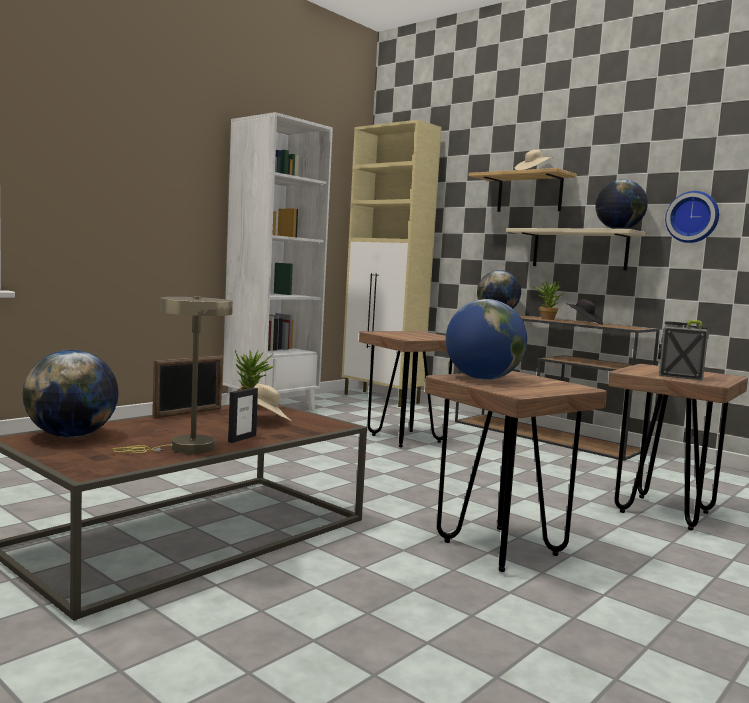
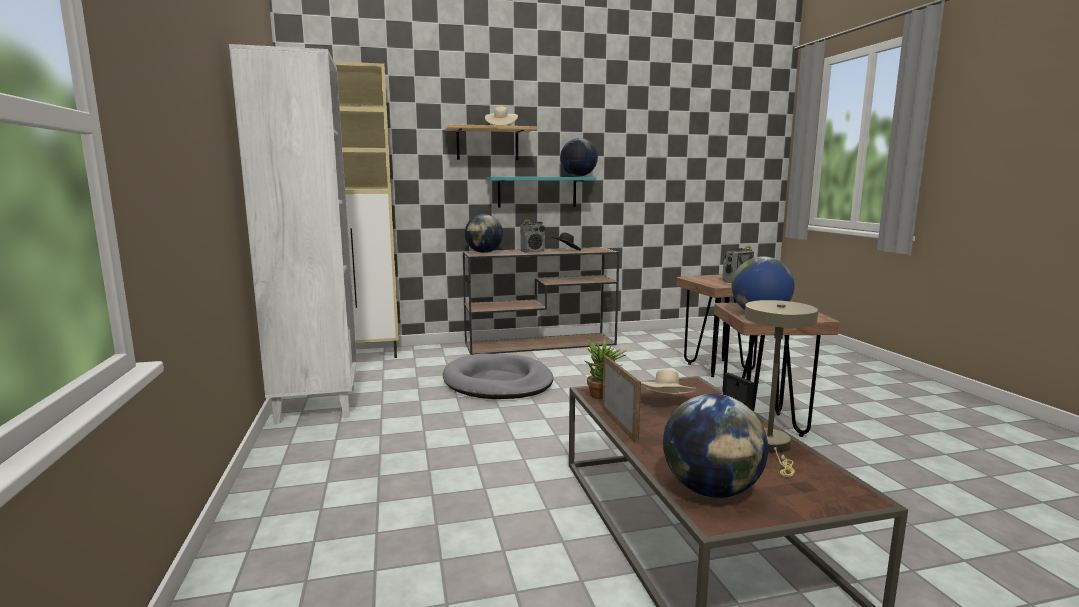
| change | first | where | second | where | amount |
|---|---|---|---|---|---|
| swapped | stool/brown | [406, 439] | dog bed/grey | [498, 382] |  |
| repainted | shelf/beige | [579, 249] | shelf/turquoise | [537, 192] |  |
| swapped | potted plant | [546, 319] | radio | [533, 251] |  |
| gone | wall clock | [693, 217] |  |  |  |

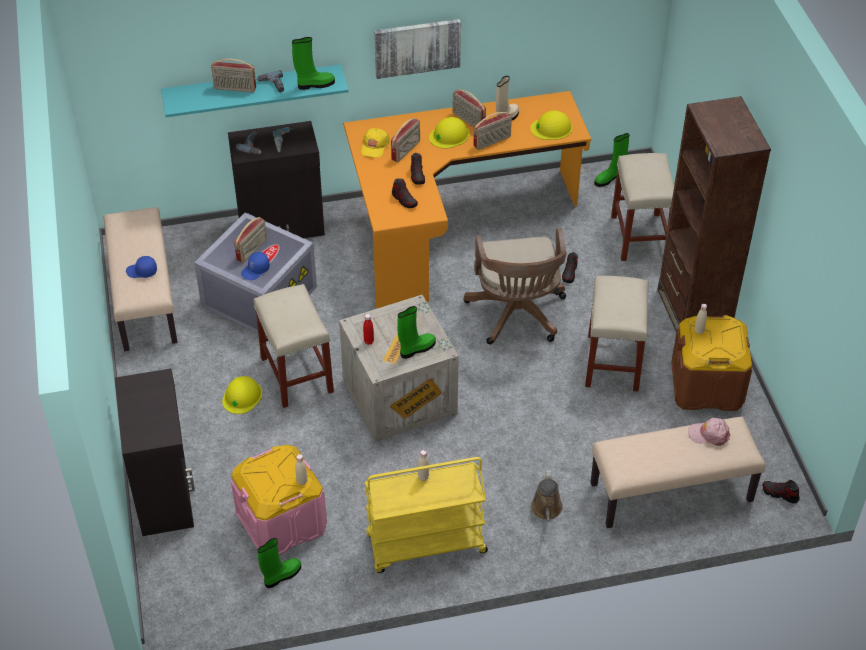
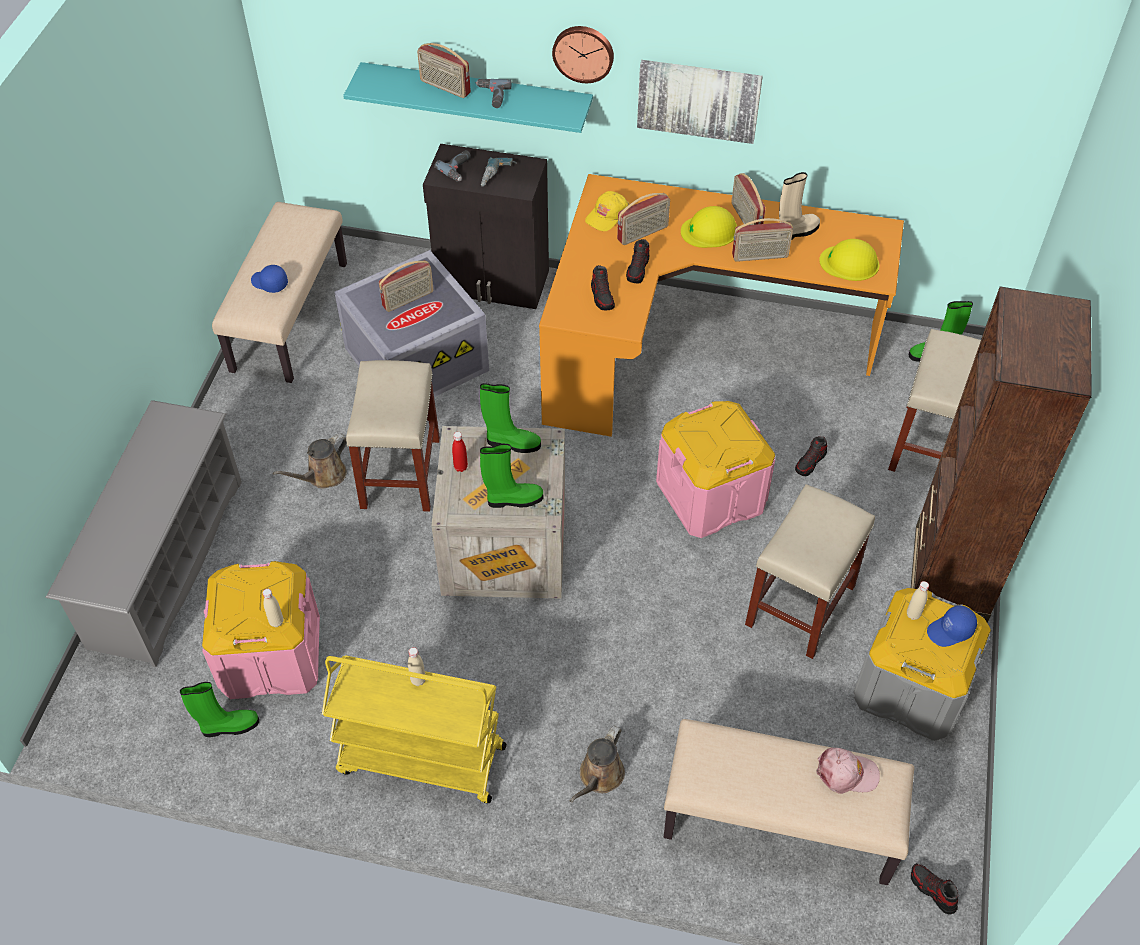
| change | first | where | second | where | amount |
|---|---|---|---|---|---|
| swapped | cabinet/black | [165, 492] | shoe rack/grey | [166, 563] |  |
| swapped | hard hat/yellow | [242, 396] | watering can/brown | [323, 476] |  |
| shifted | cap/blue | [255, 270] |  | [950, 631] |  |
| shifted | boot/green | [315, 84] |  | [512, 443] |  |
| swapped | office chair/brown | [517, 316] | storage box/pink | [710, 495] |  |
| repainted | storage box/brown | [706, 386] | storage box/grey | [911, 687] |  |
| rotated | cap/pink | [709, 434] |  | [846, 773] | 150 degrees clockwise |
| new |  |  | wall clock | [583, 52] |  |

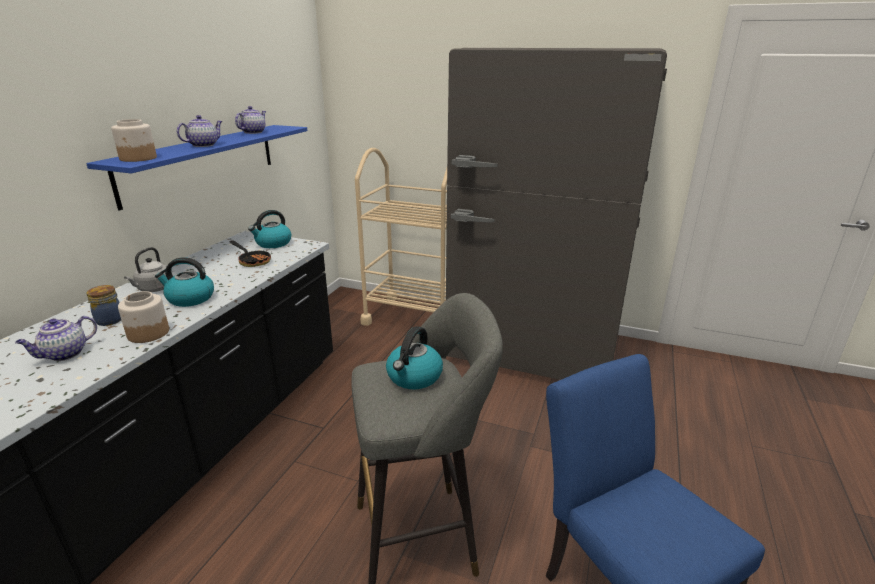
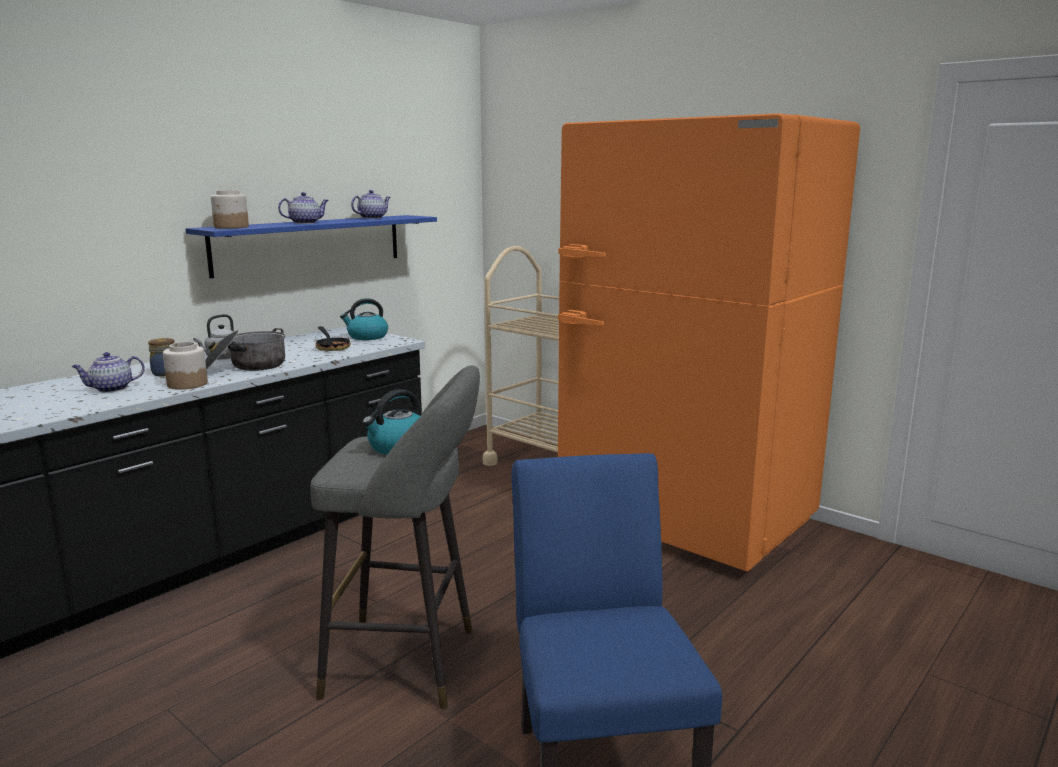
| change | first | where | second | where | amount |
|---|---|---|---|---|---|
| swapped | kettle | [190, 298] | cooking pot | [245, 367] |  |
| repainted | fridge/grey | [533, 349] | fridge/orange | [685, 519] |  |

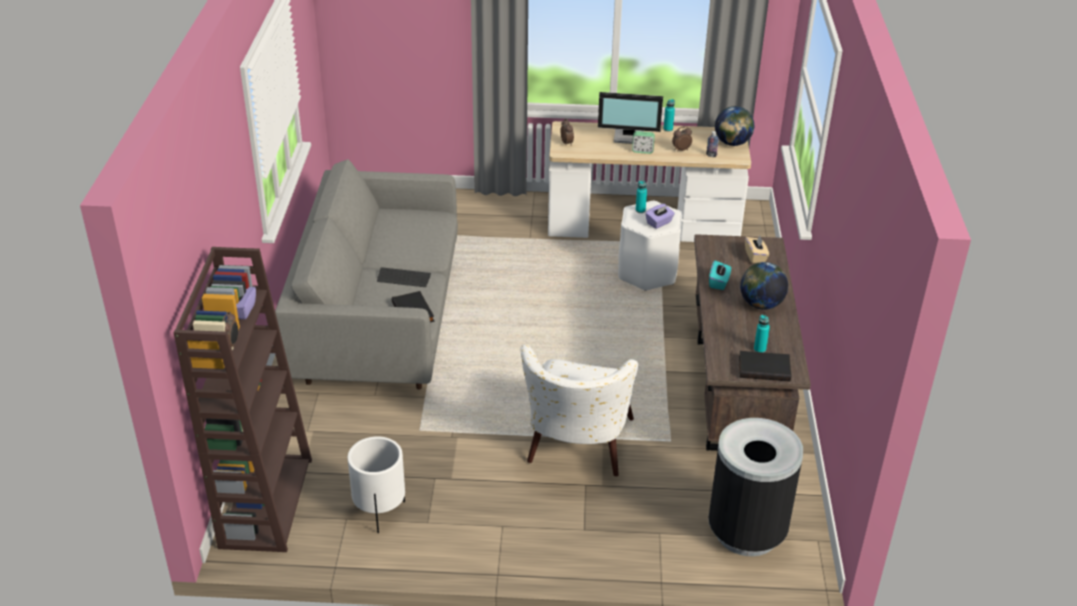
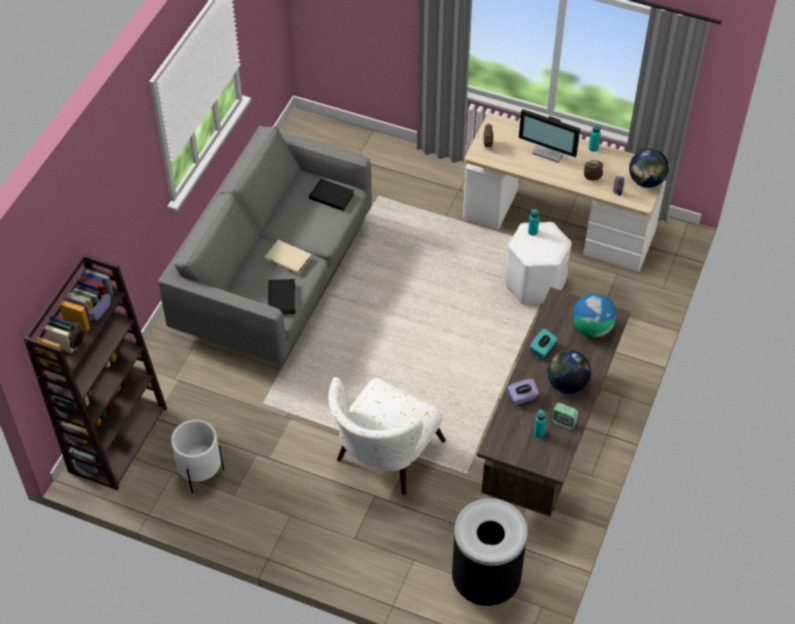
| change | first | where | second | where | amount |
|---|---|---|---|---|---|
| swapped | keyboard | [403, 278] | book/beige | [289, 259] |  |
| shifted | alarm clock | [642, 150] |  | [564, 422] |  |
| shifted | tissue box/purple | [659, 223] |  | [522, 397] |  |
| shifted | book/black | [764, 368] |  | [332, 196] |  |
| swapped | tissue box/beige | [755, 256] | globe | [592, 328] |  |

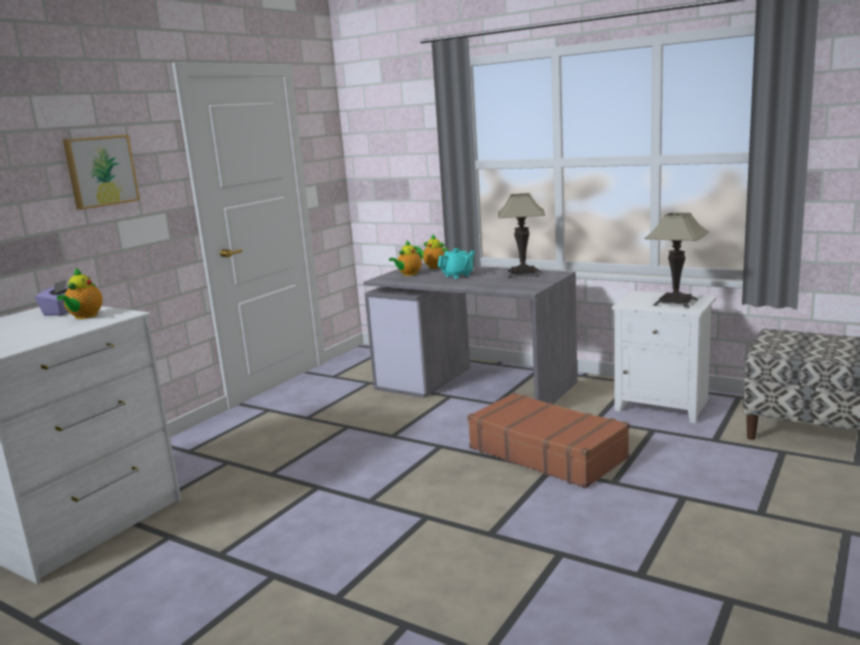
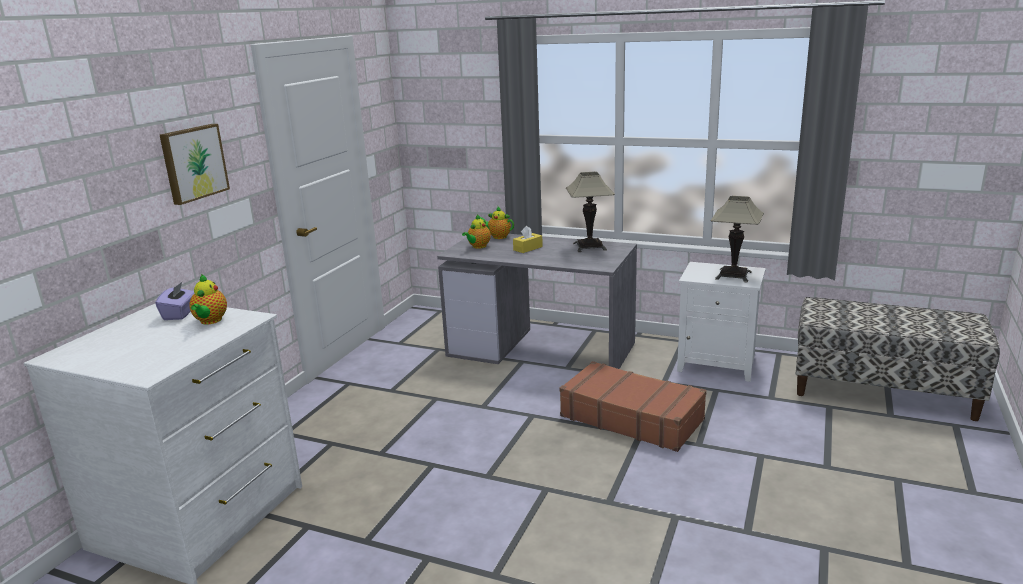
| change | first | where | second | where | amount |
|---|---|---|---|---|---|
| swapped | teapot/turquoise | [458, 275] | tissue box/yellow | [528, 248] |  |

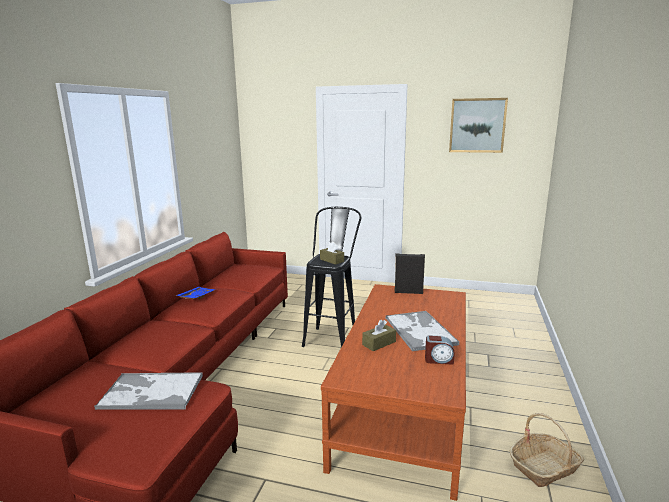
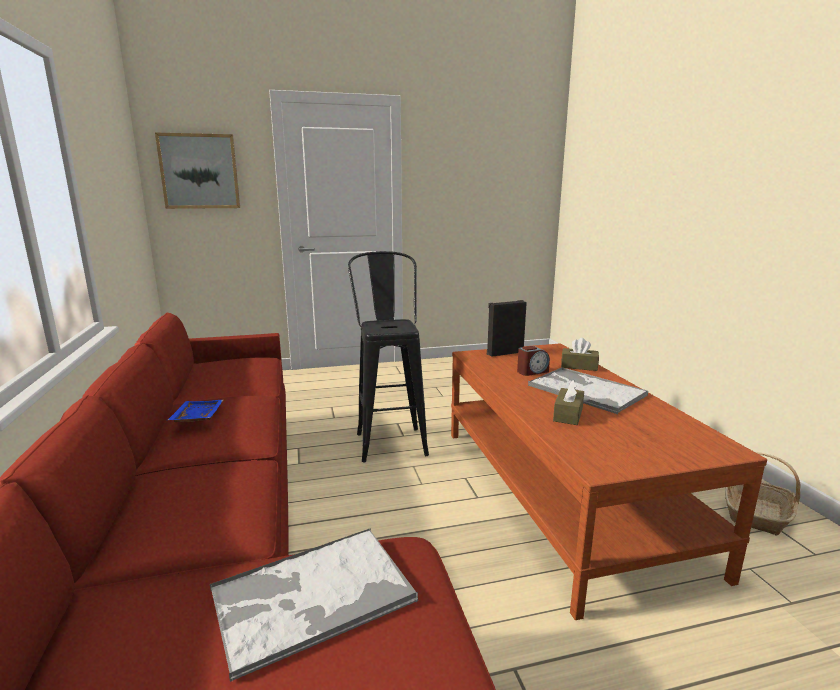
| change | first | where | second | where | amount |
|---|---|---|---|---|---|
| shifted | tissue box/brown | [332, 260] |  | [579, 366] |  |
| shifted | alarm clock | [439, 360] |  | [532, 372] |  |
| shifted | picture | [477, 125] |  | [199, 171] |  |

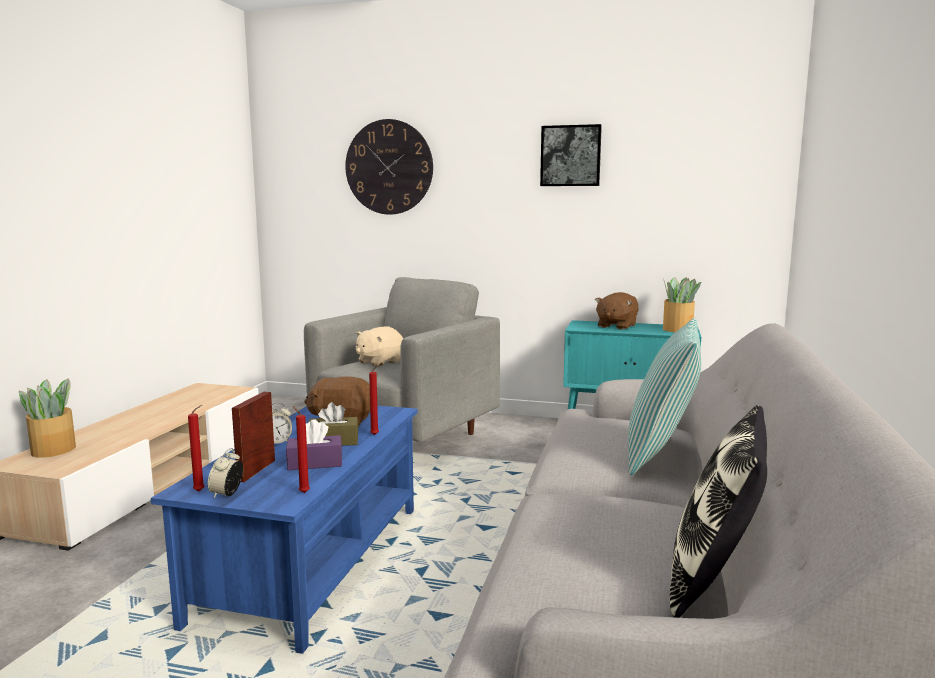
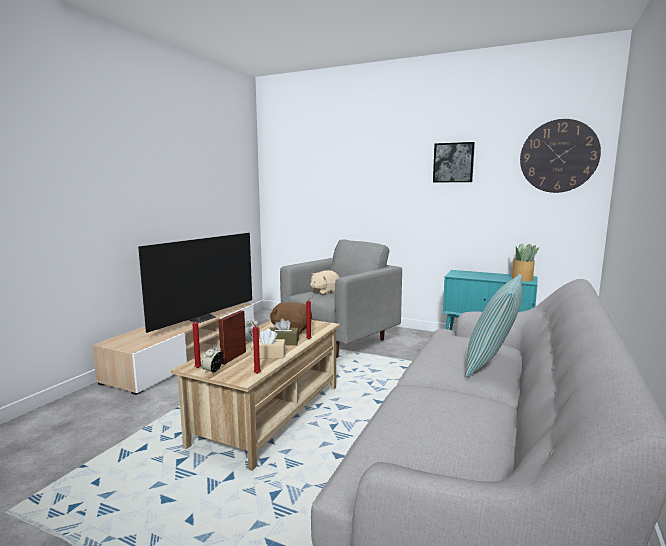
| change | first | where | second | where | amount |
|---|---|---|---|---|---|
| gone | potted plant | [54, 449] |  |  |  |
| repainted | coffee table/blue | [313, 563] | coffee table/beige | [270, 415] |  |
| repainted | tissue box/purple | [315, 463] | tissue box/beige | [268, 355] |  |
| shifted | wall clock | [389, 167] |  | [558, 156] |  |
| gone | plush toy/brown | [616, 326] |  |  |  |
| gone | pillow | [713, 578] |  |  |  |
| new |  |  | television | [201, 318] |  |

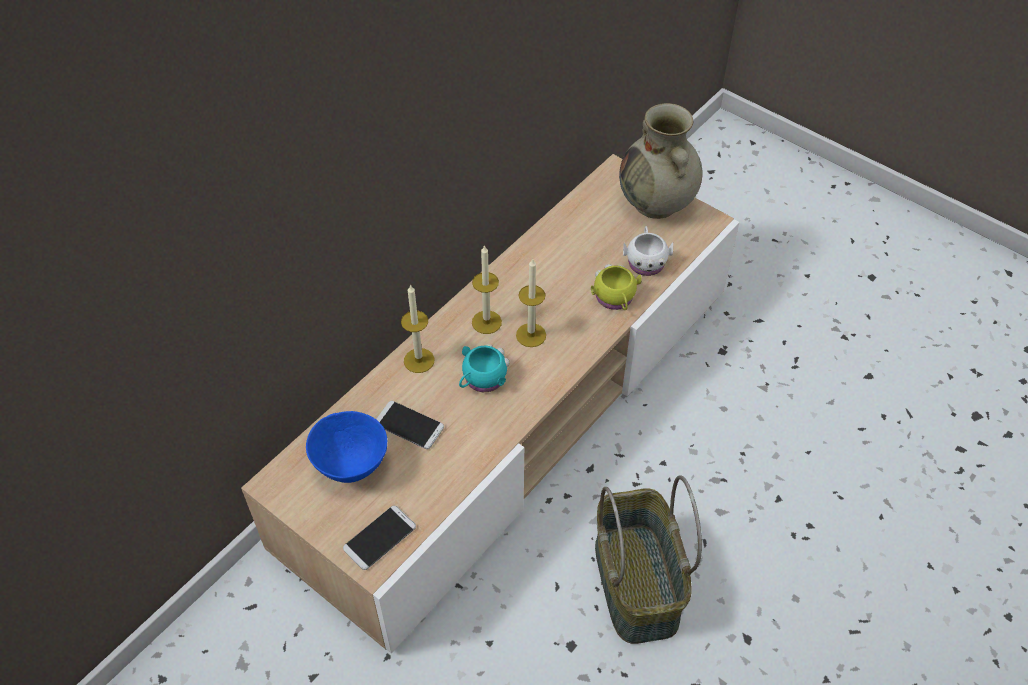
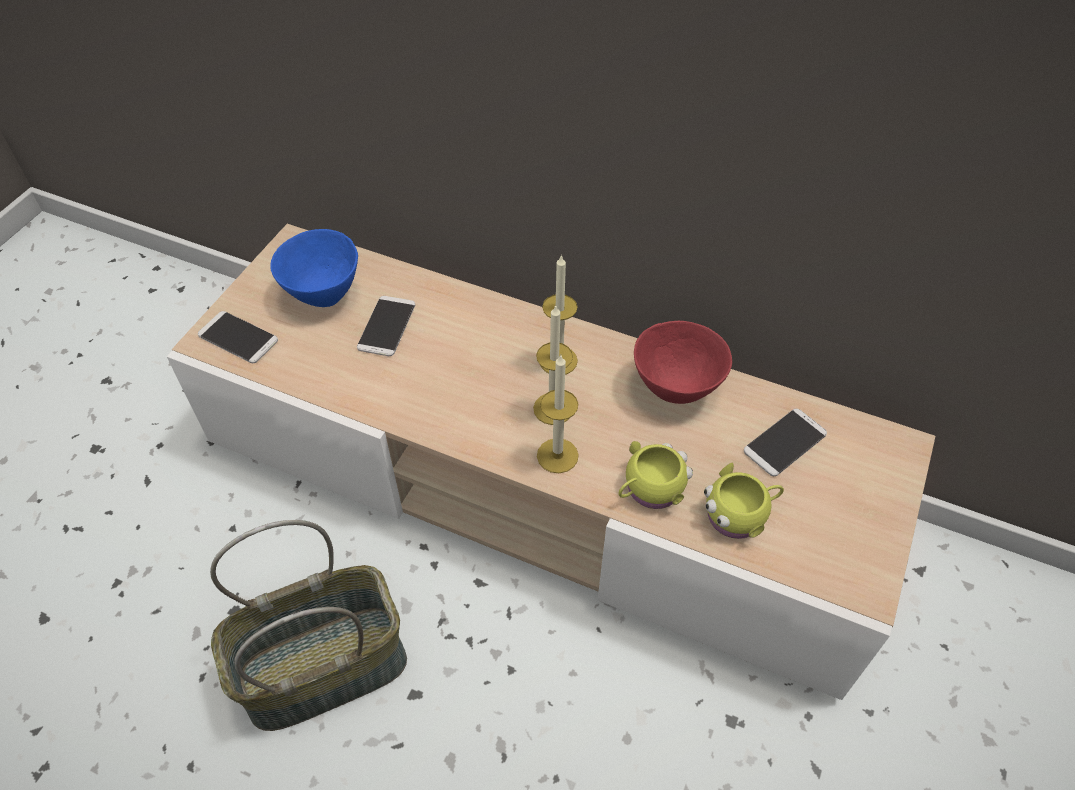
| change | first | where | second | where | amount |
|---|---|---|---|---|---|
| shifted | candle | [419, 360] |  | [557, 455] |  |
| gone | mug/turquoise | [482, 380] |  |  |  |
| gone | vase/beige | [657, 204] |  |  |  |
| repainted | mug/white | [645, 260] | mug/yellow | [739, 514] |  |
| new |  |  | bowl/red | [675, 389] |  |
| new |  |  | phone | [785, 442] |  |

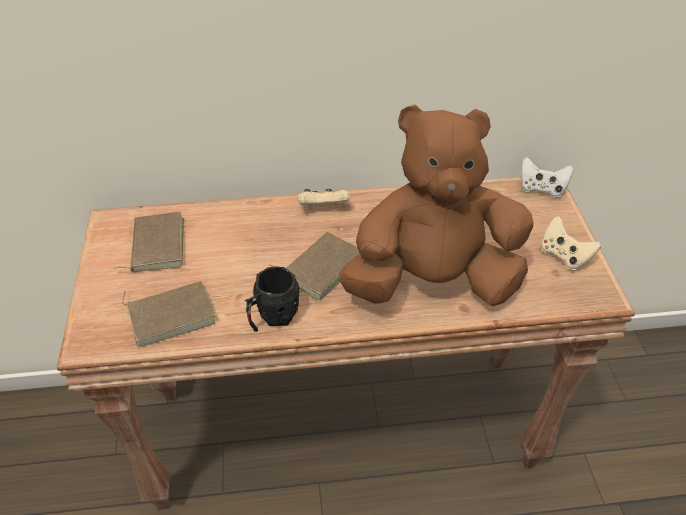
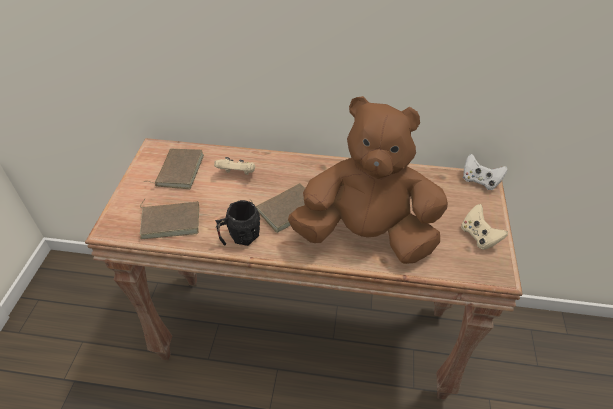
| change | first | where | second | where | amount |
|---|---|---|---|---|---|
| shifted | game controller/beige | [323, 208] |  | [237, 174] |  |

